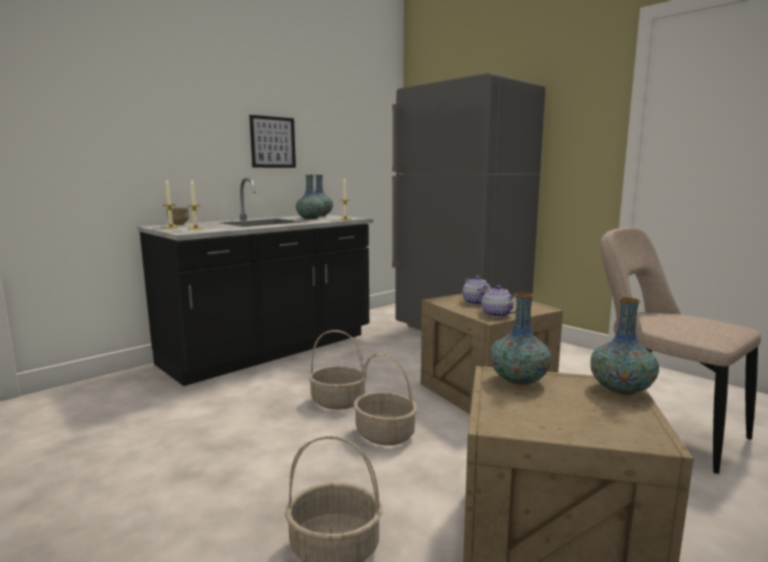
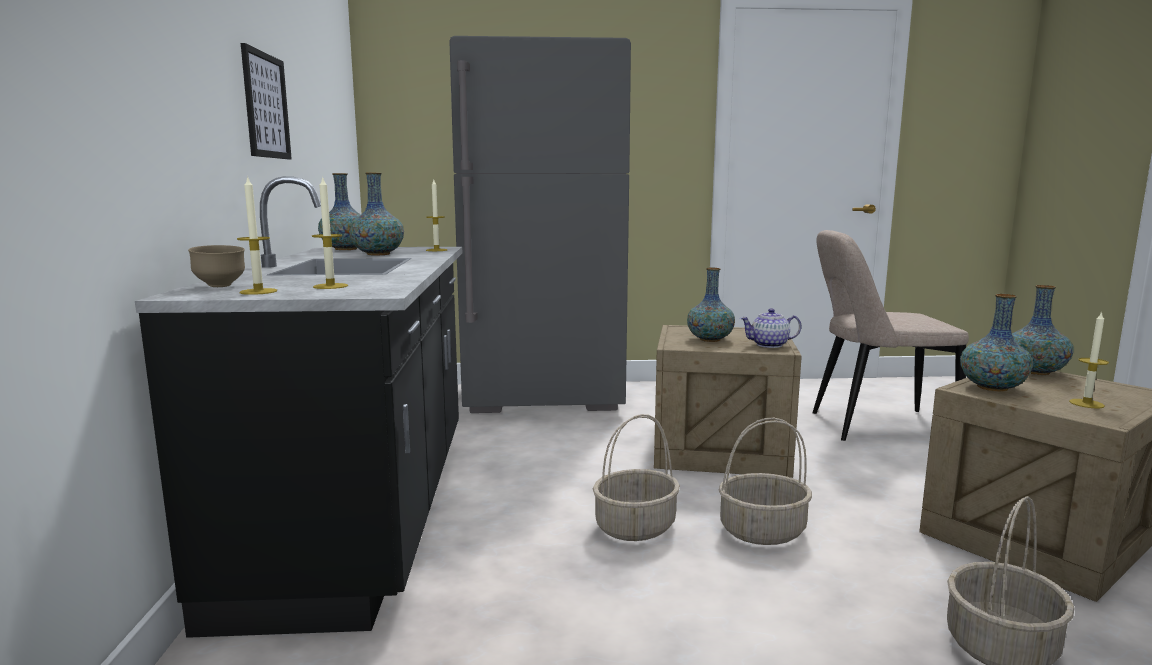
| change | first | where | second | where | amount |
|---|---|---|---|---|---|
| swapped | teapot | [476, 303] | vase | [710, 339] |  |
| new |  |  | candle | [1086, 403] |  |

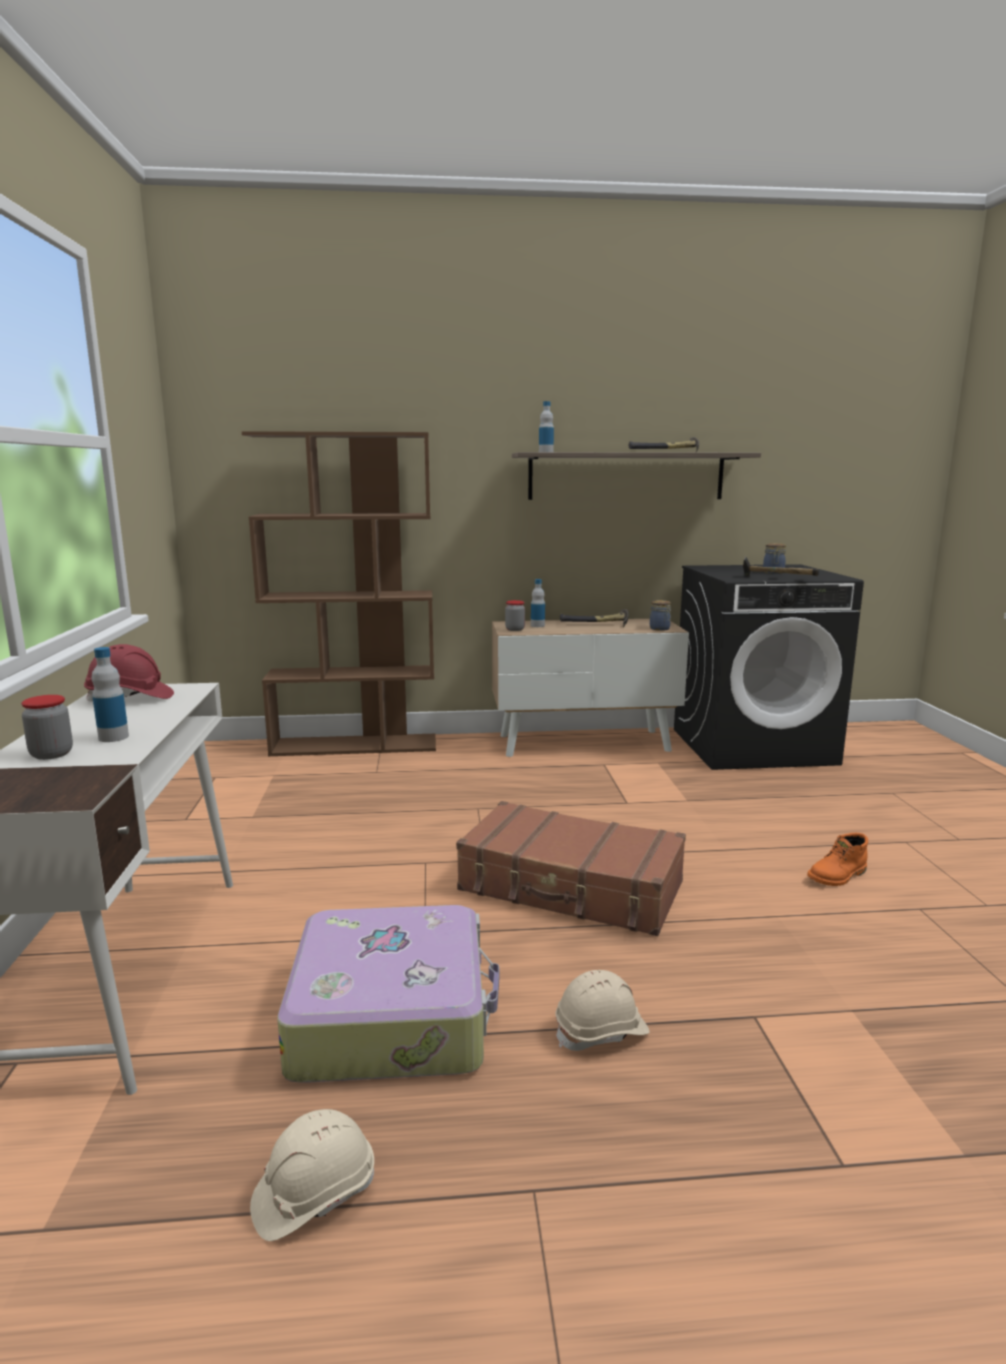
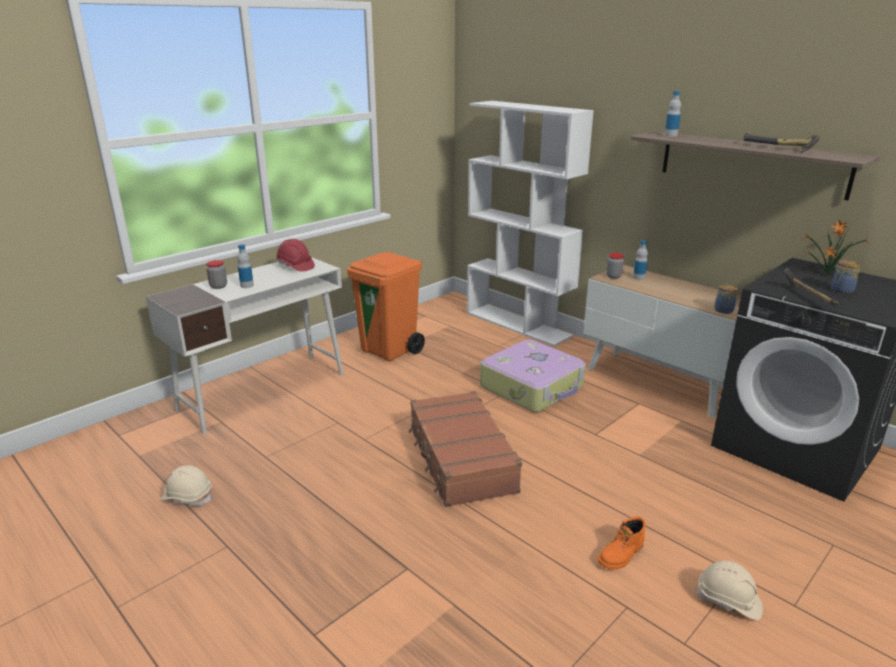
| change | first | where | second | where | amount |
|---|---|---|---|---|---|
| repainted | bookcase/brown | [355, 745] | bookcase/white | [519, 324] |  |
| shifted | suitcase | [392, 1014] |  | [533, 387] |  |
| shifted | hard hat/beige | [601, 1032] |  | [728, 600] |  |
| gone | hammer | [596, 625] |  |  |  |
| rotated | boot/orange | [838, 876] |  | [621, 555] | 60 degrees counterclockwise |
| new |  |  | trash can/orange | [389, 350] |  |
| new |  |  | potted plant | [825, 274] |  |

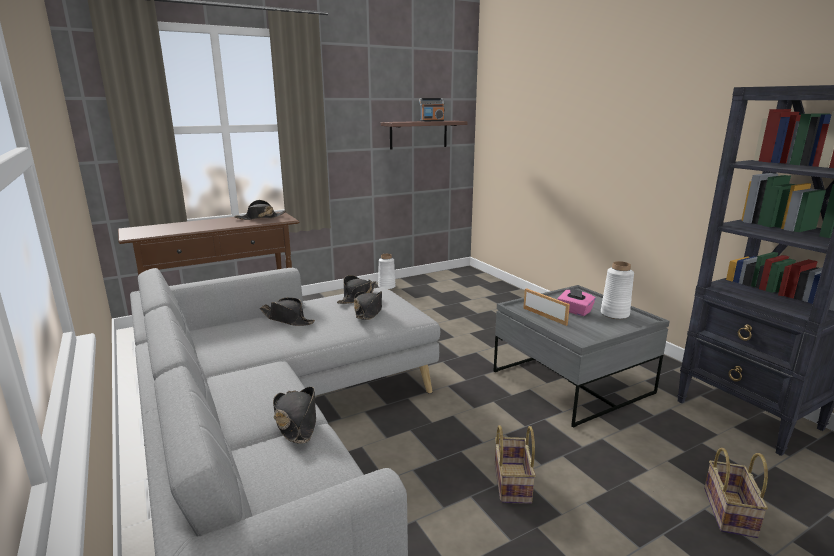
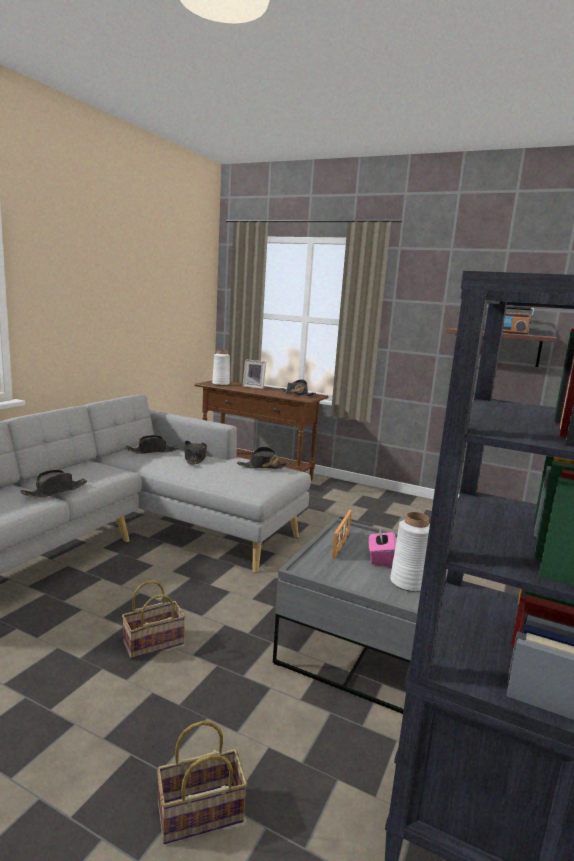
| change | first | where | second | where | amount |
|---|---|---|---|---|---|
| shifted | hat/black | [369, 311] |  | [153, 451] |  |
| shifted | vase/white | [387, 286] |  | [220, 384] |  |
| new |  |  | picture frame | [254, 387] |  |

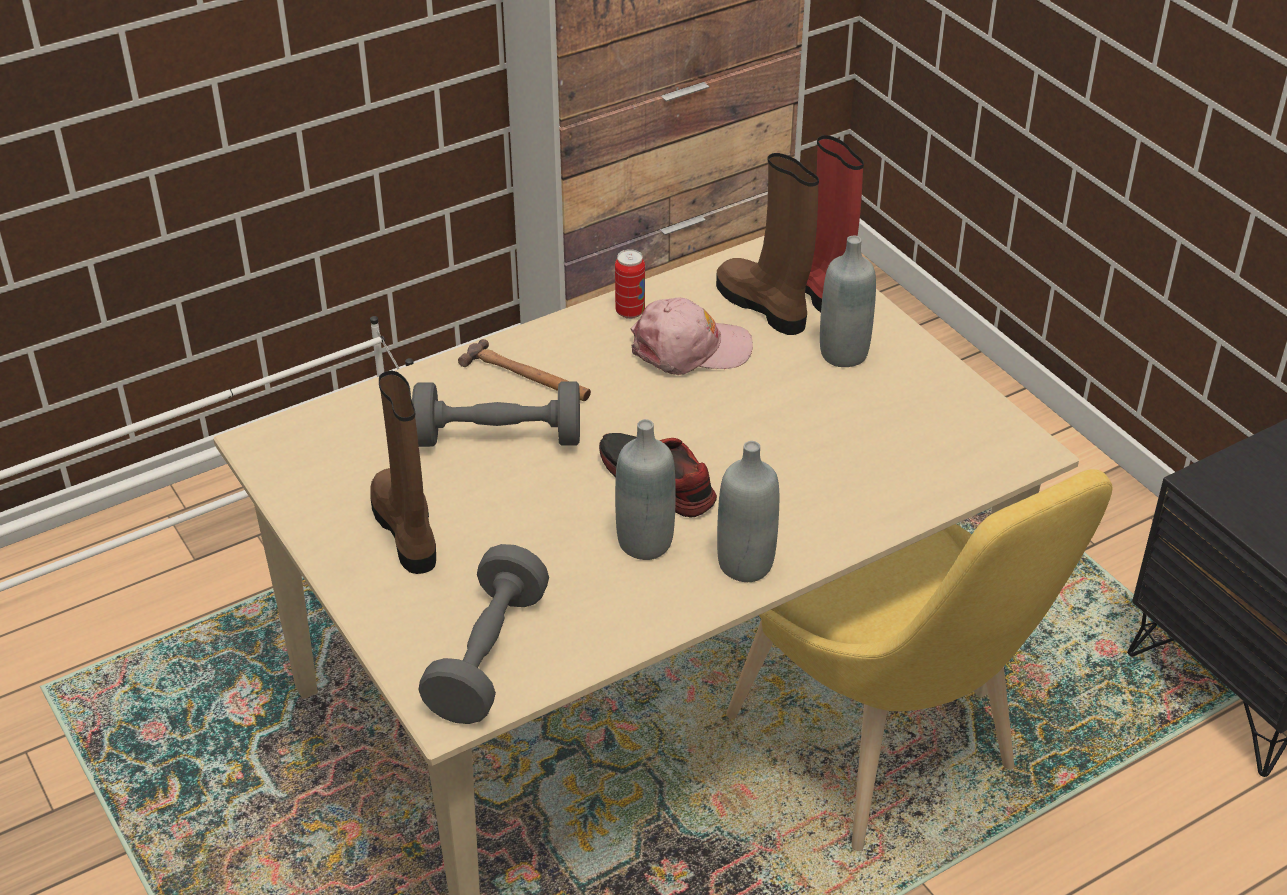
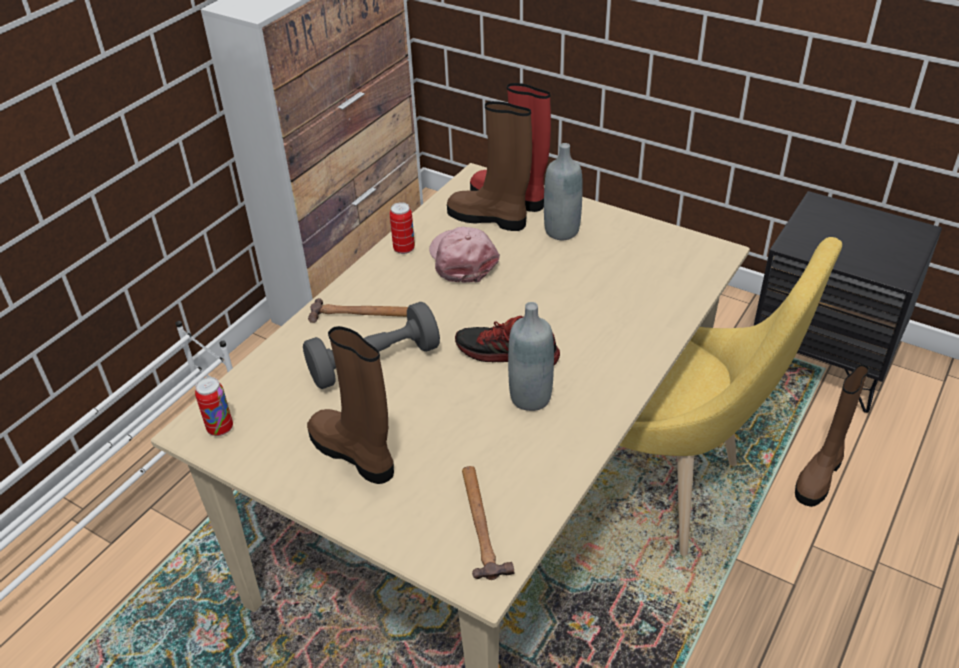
| change | first | where | second | where | amount |
|---|---|---|---|---|---|
| swapped | dumbbell/grey | [487, 656] | hammer | [481, 523] |  |
| rotated | cap/pink | [690, 349] |  | [462, 259] | 75 degrees counterclockwise |
| gone | bottle/grey | [745, 564] |  |  |  |
| new |  |  | can | [220, 428] |  |
| new |  |  | boot/brown | [819, 476] |  |

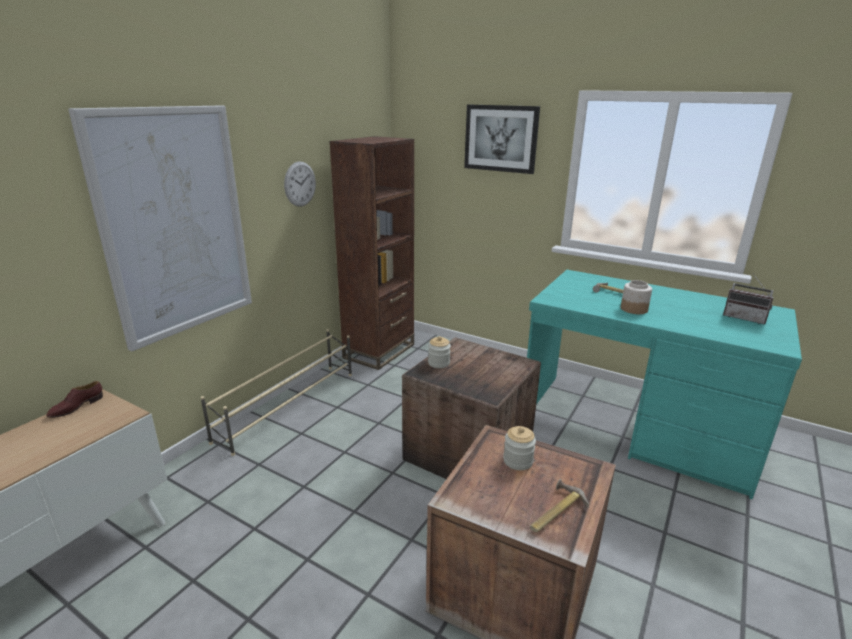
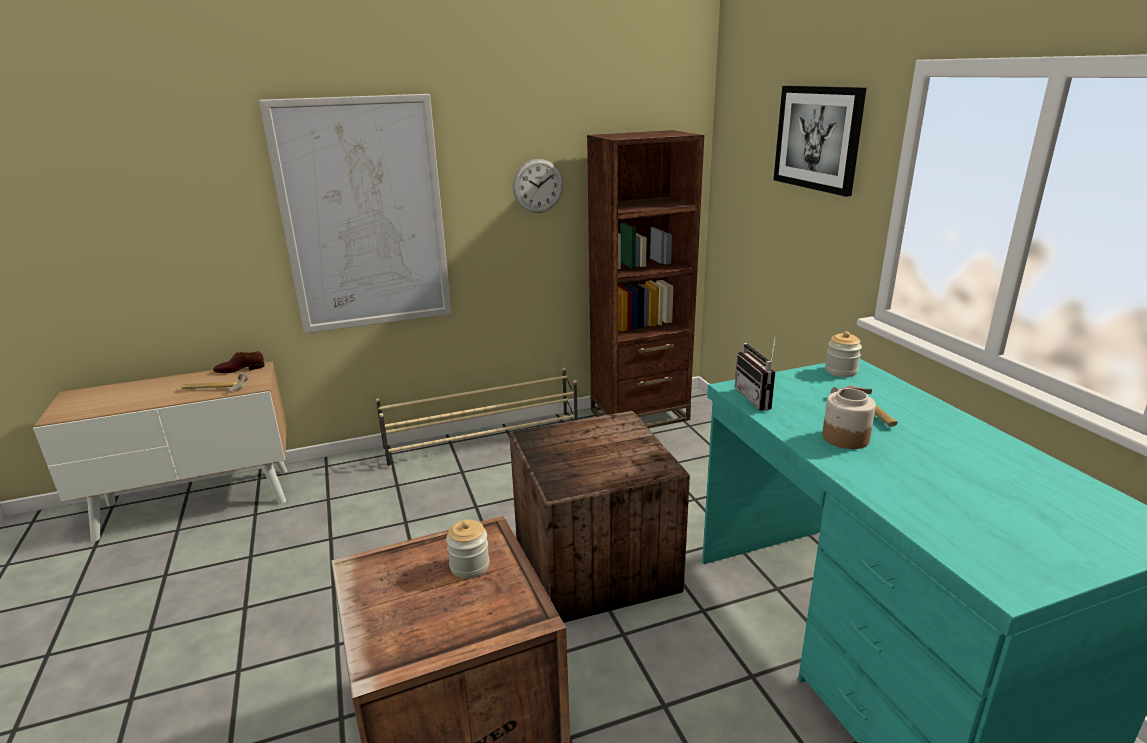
| change | first | where | second | where | amount |
|---|---|---|---|---|---|
| shifted | jar | [439, 363] |  | [841, 371] |  |
| shifted | hammer | [554, 511] |  | [215, 388] |  |
| shifted | radio | [745, 318] |  | [759, 399] |  |

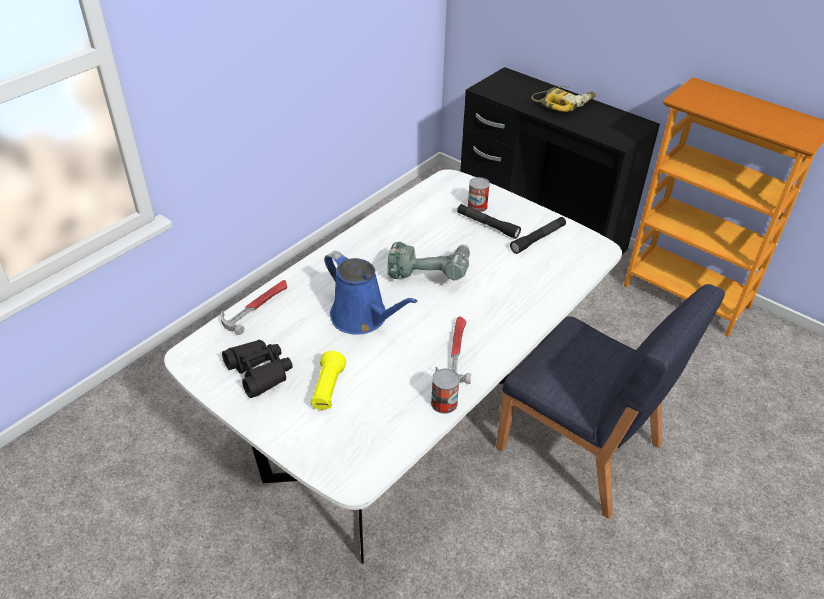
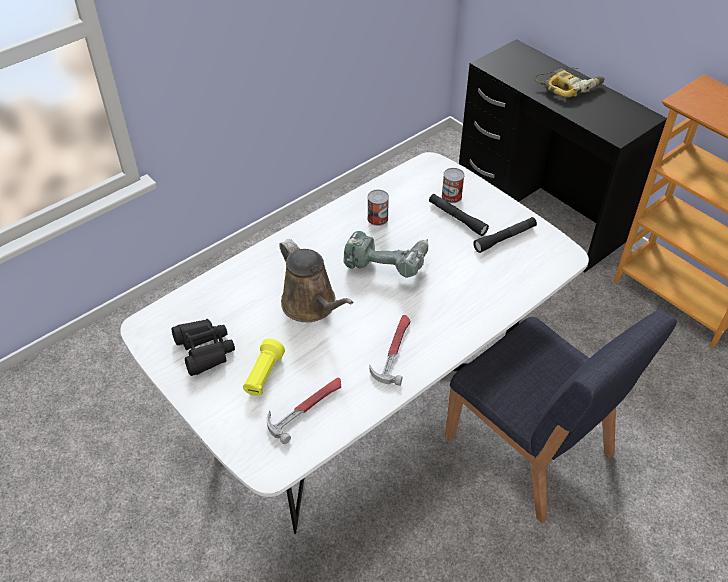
| change | first | where | second | where | amount |
|---|---|---|---|---|---|
| shifted | hammer | [256, 306] |  | [306, 408] |  |
| repainted | watering can/blue | [362, 318] | watering can/brown | [312, 305] |  |
| shifted | can | [444, 403] |  | [377, 218] |  |

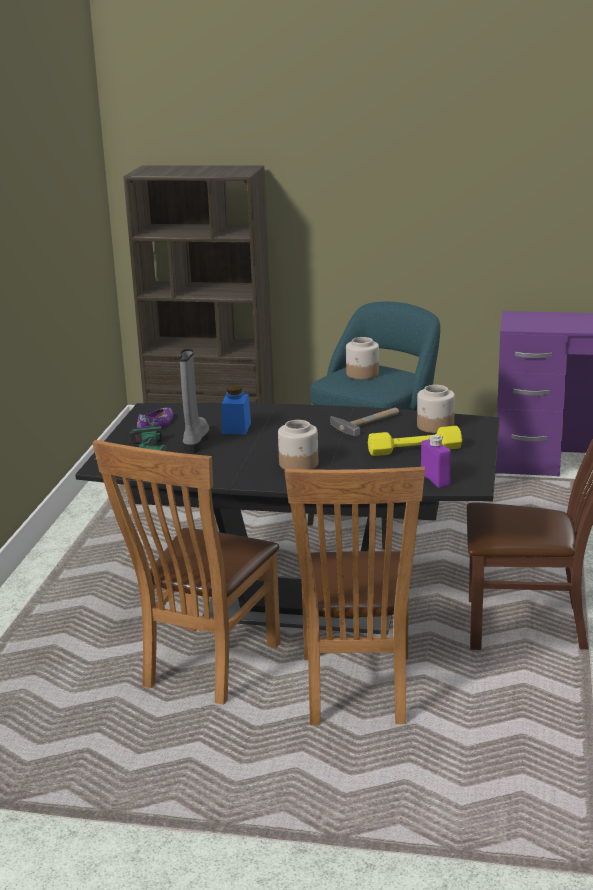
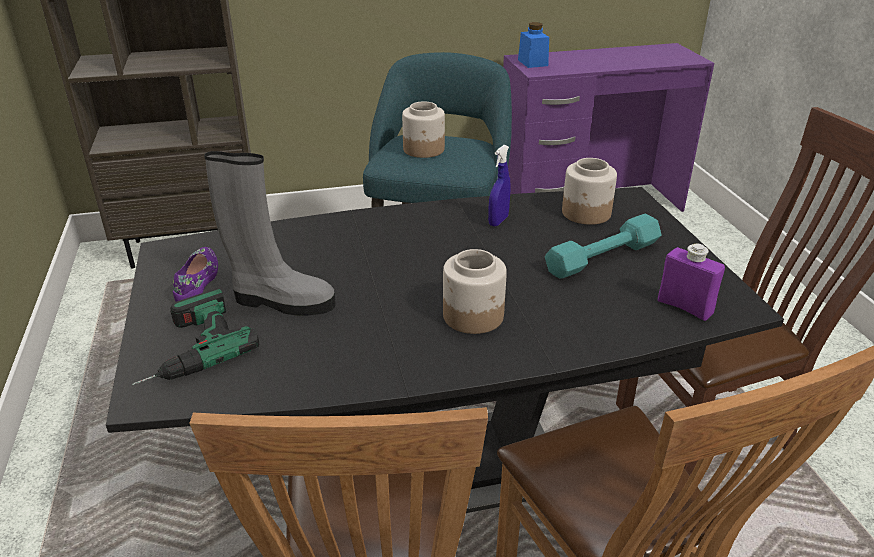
| change | first | where | second | where | amount |
|---|---|---|---|---|---|
| rotated | boot/grey | [195, 441] |  | [281, 302] | 120 degrees clockwise |
| shifted | jar/blue | [236, 428] |  | [532, 63] |  |
| swapped | hammer | [368, 422] | spray bottle/blue | [498, 221] |  |
| repainted | dumbbell/yellow | [414, 450] | dumbbell/turquoise | [602, 257] |  |

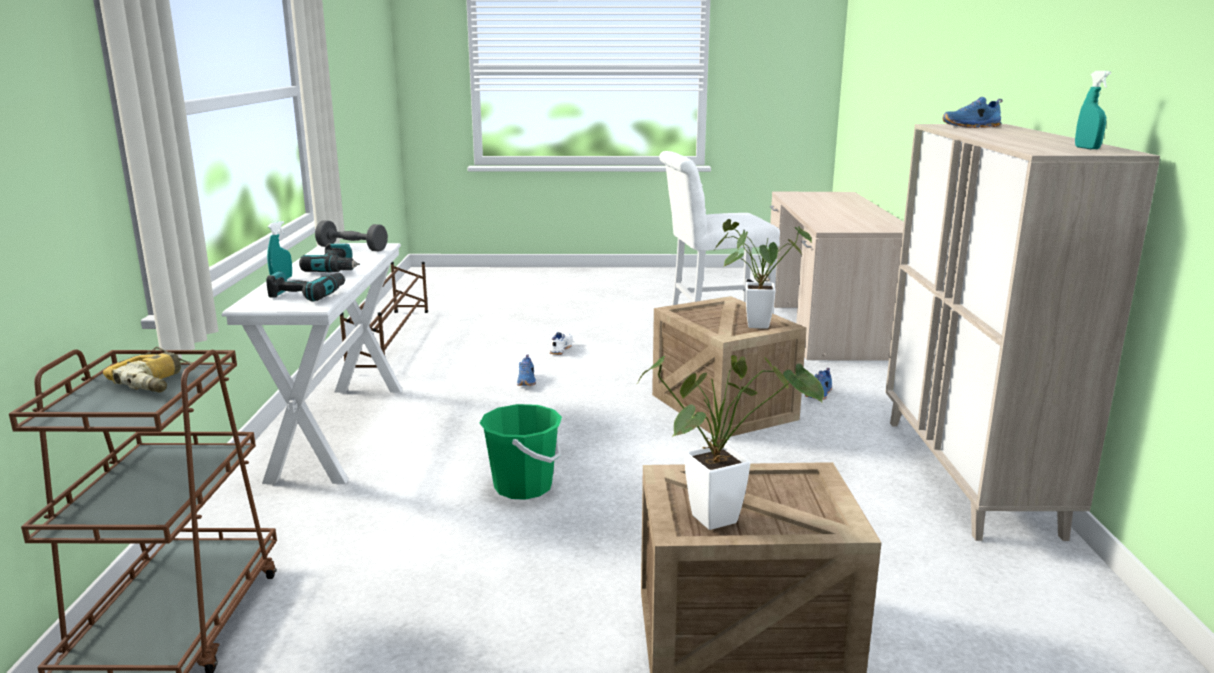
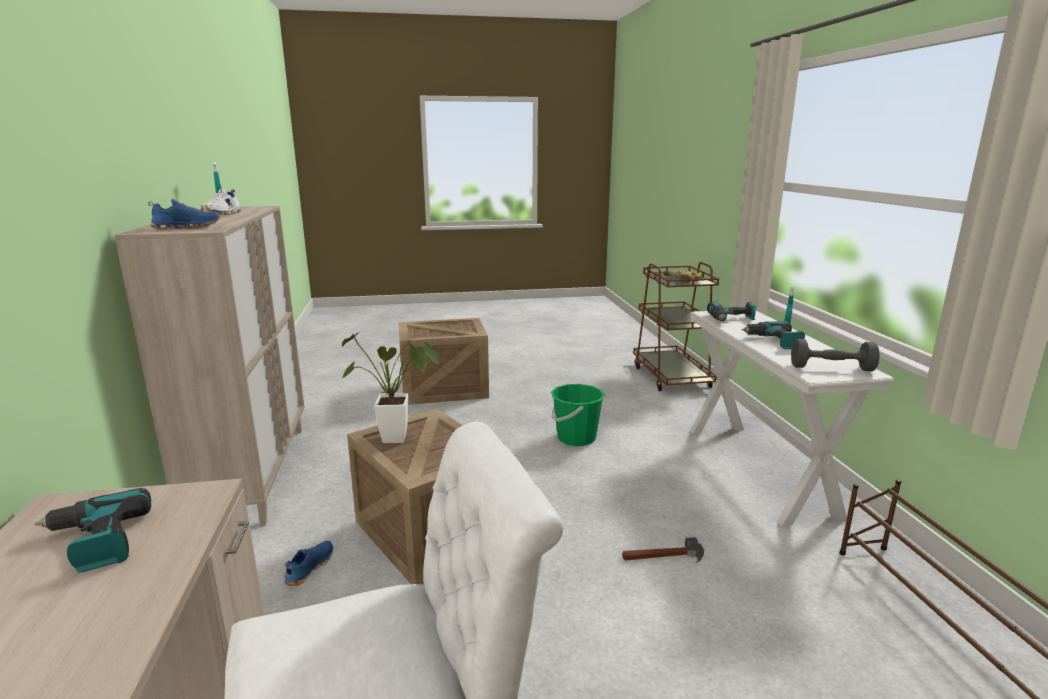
| change | first | where | second | where | amount |
|---|---|---|---|---|---|
| swapped | shoe/blue | [527, 381] | hammer | [662, 556] |  |
| shifted | shoe/white | [560, 349] |  | [223, 214] |  |
| gone | potted plant | [724, 517] |  |  |  |
| new |  |  | power drill | [96, 543] |  |

